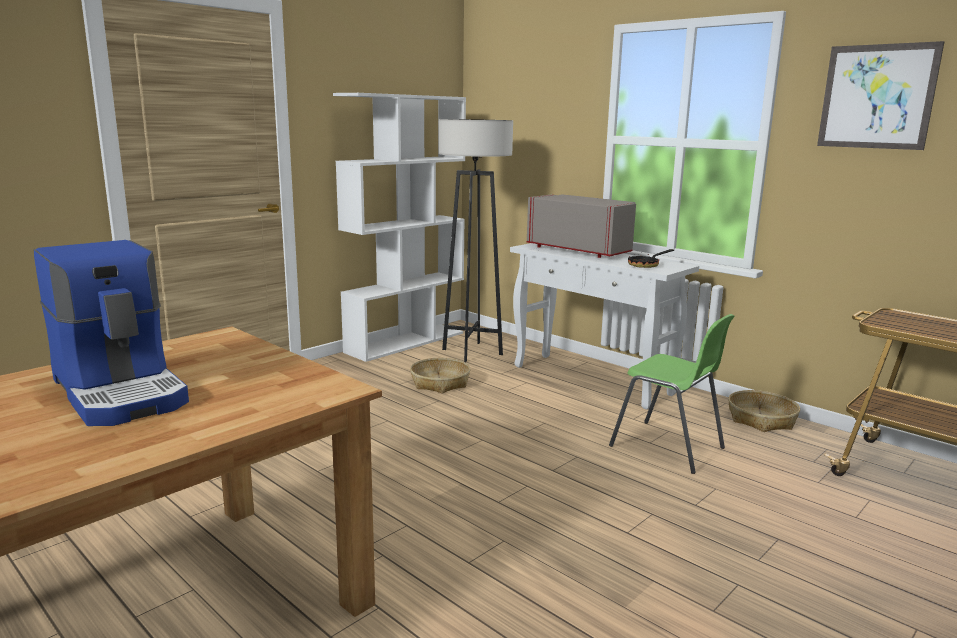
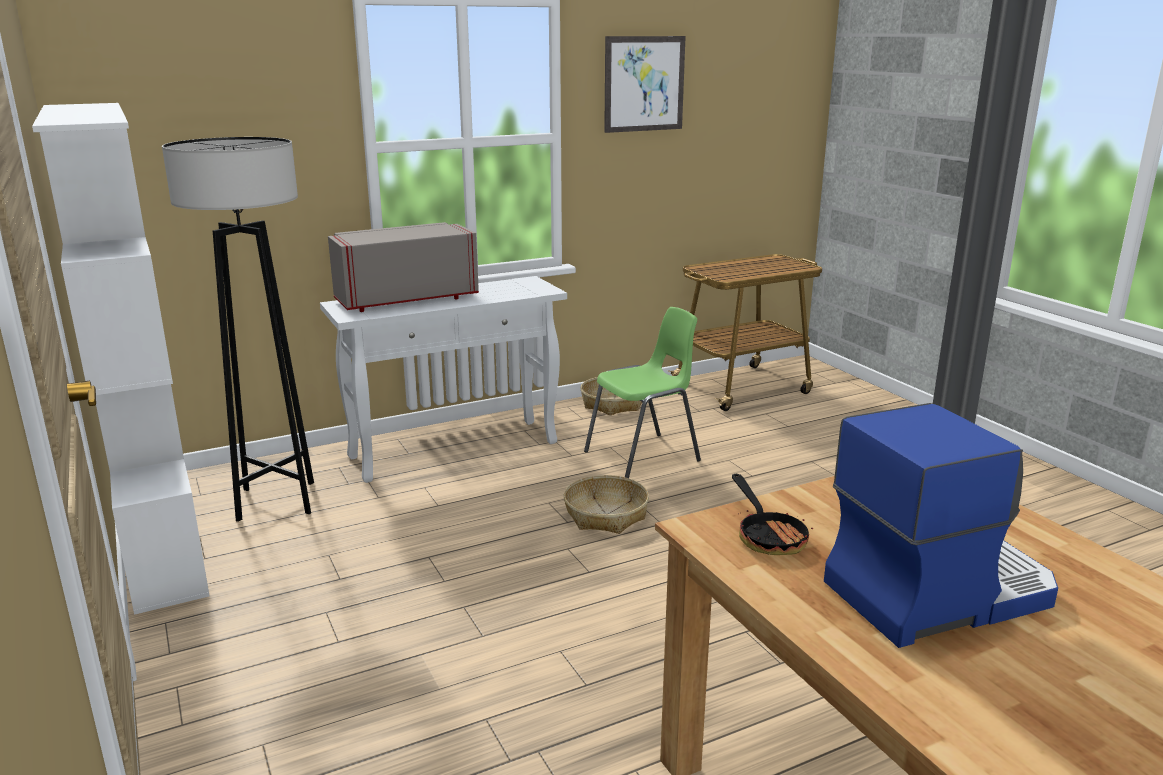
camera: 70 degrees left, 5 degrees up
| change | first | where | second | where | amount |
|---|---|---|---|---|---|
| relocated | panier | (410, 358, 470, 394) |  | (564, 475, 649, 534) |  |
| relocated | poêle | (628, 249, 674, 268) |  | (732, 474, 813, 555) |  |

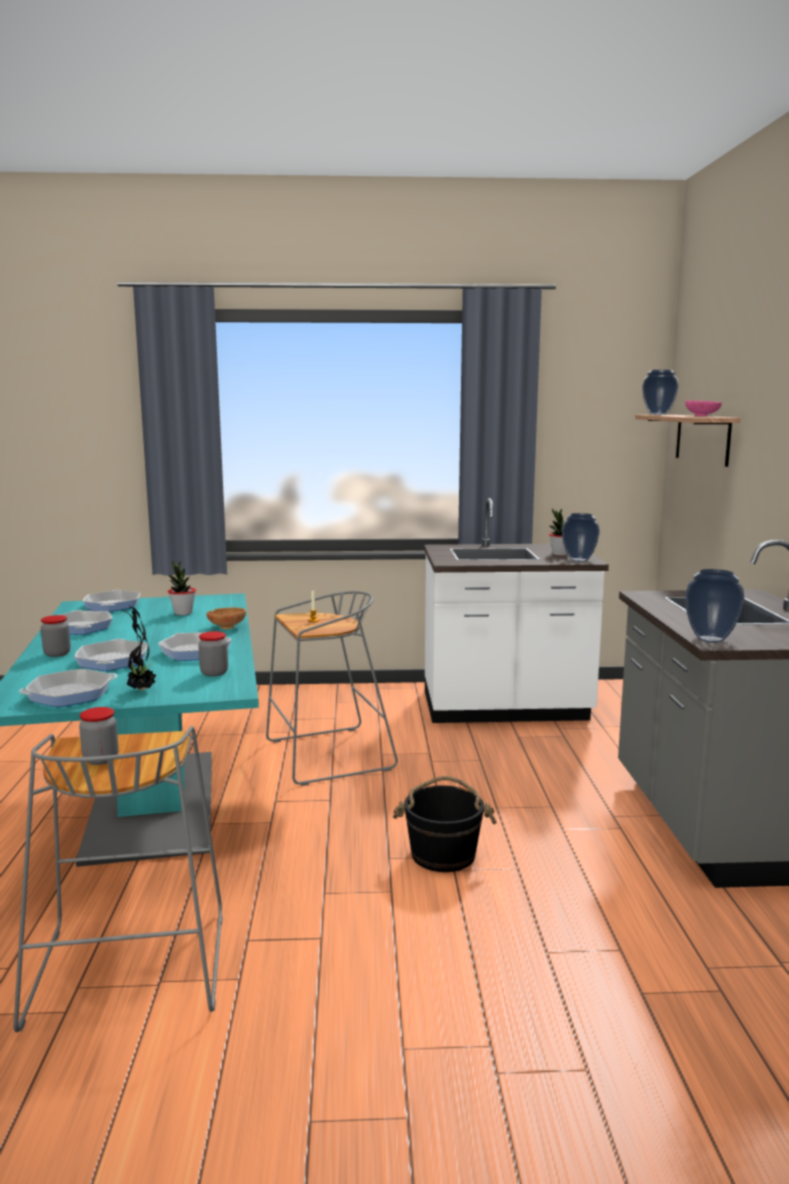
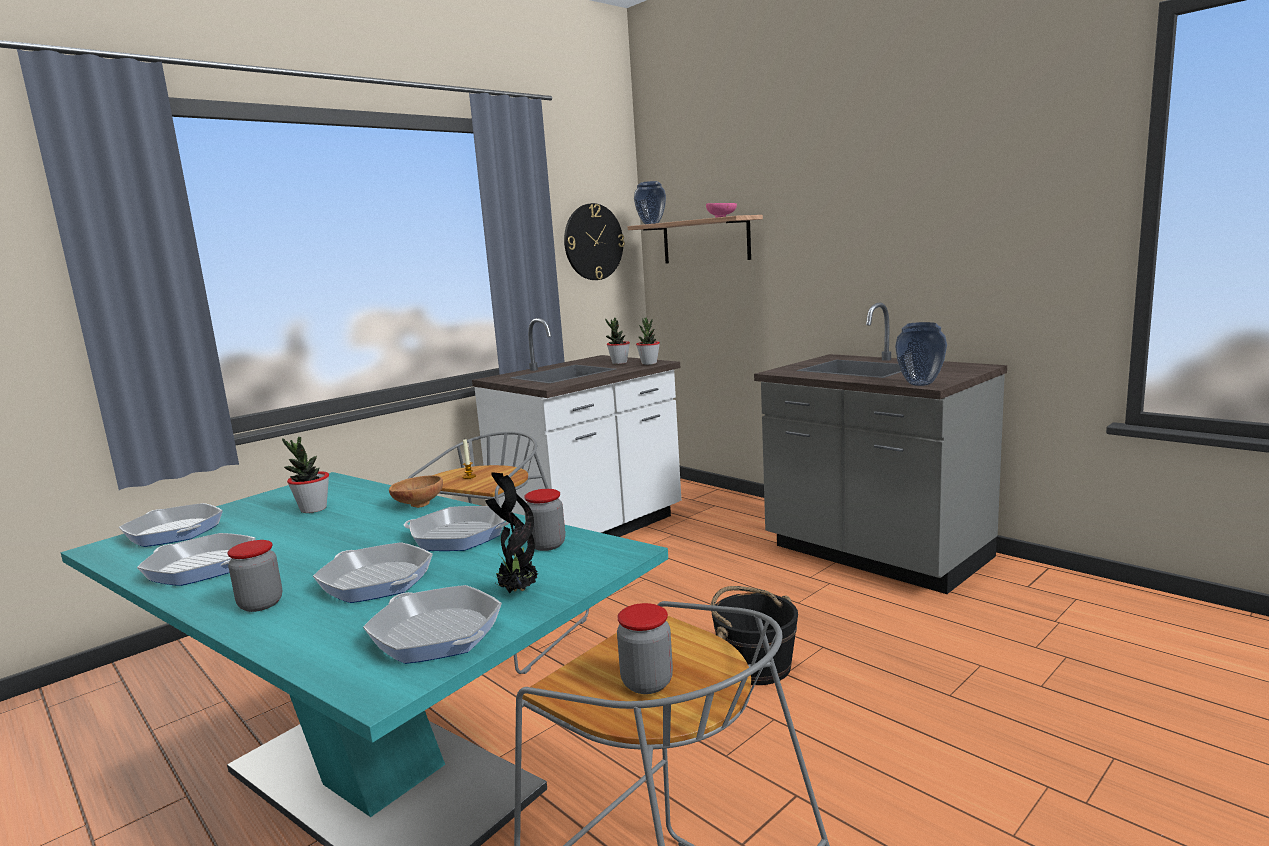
camera: 40 degrees left, 0 degrees up
| change | first | where | second | where | amount |
|---|---|---|---|---|---|
| appeared |  |  | horloge murale | (564, 203, 625, 280) |  |
| exchanged | vase | (562, 513, 600, 562) | plante en pot | (636, 317, 660, 365) |  |
| spun | poêle | (19, 669, 117, 707) |  | (363, 585, 502, 664) | 60 degrees counterclockwise |

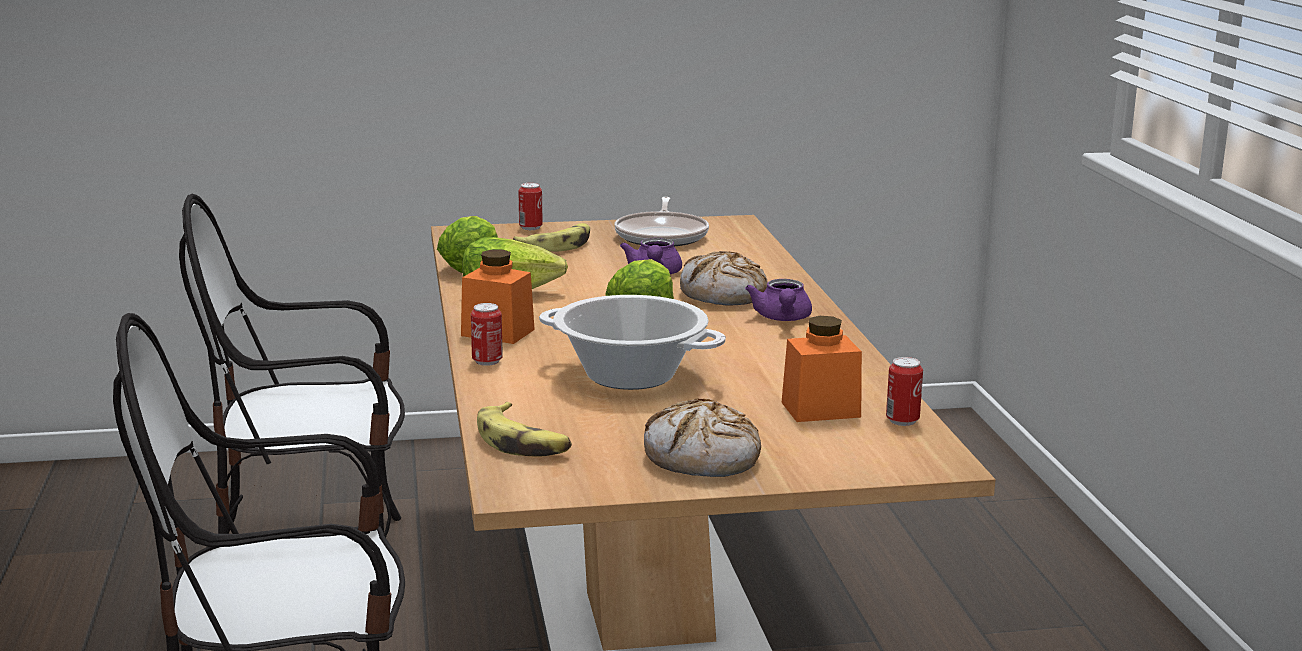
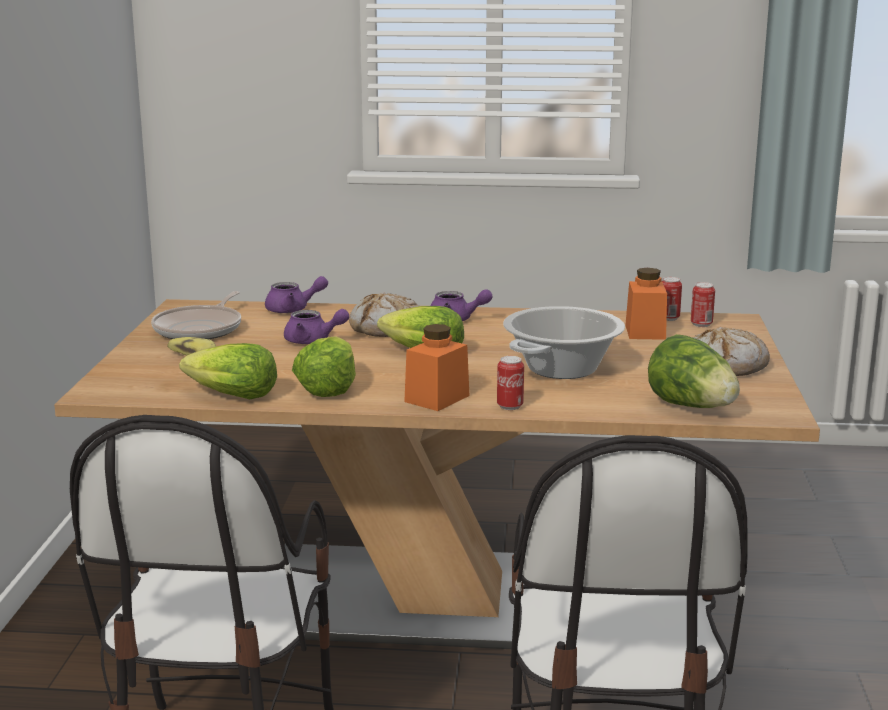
camera: 75 degrees left, 0 degrees up
| change | first | where | second | where | amount |
|---|---|---|---|---|---|
| appeared |  |  | théière [violet] | (265, 276, 328, 313) |  |
| relocated | boîte métallique | (519, 183, 543, 230) |  | (691, 282, 715, 327) |  |
| exchanged | banane | (477, 402, 572, 457) | laitue | (648, 334, 740, 408) |  |
| spun | poêle | (615, 197, 709, 247) |  | (151, 291, 241, 339) | 90 degrees clockwise |

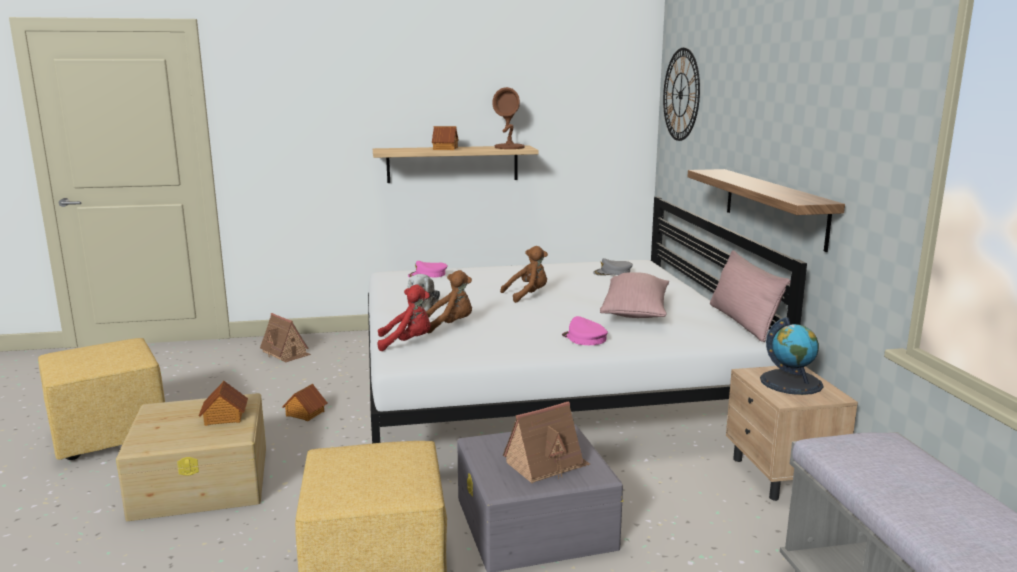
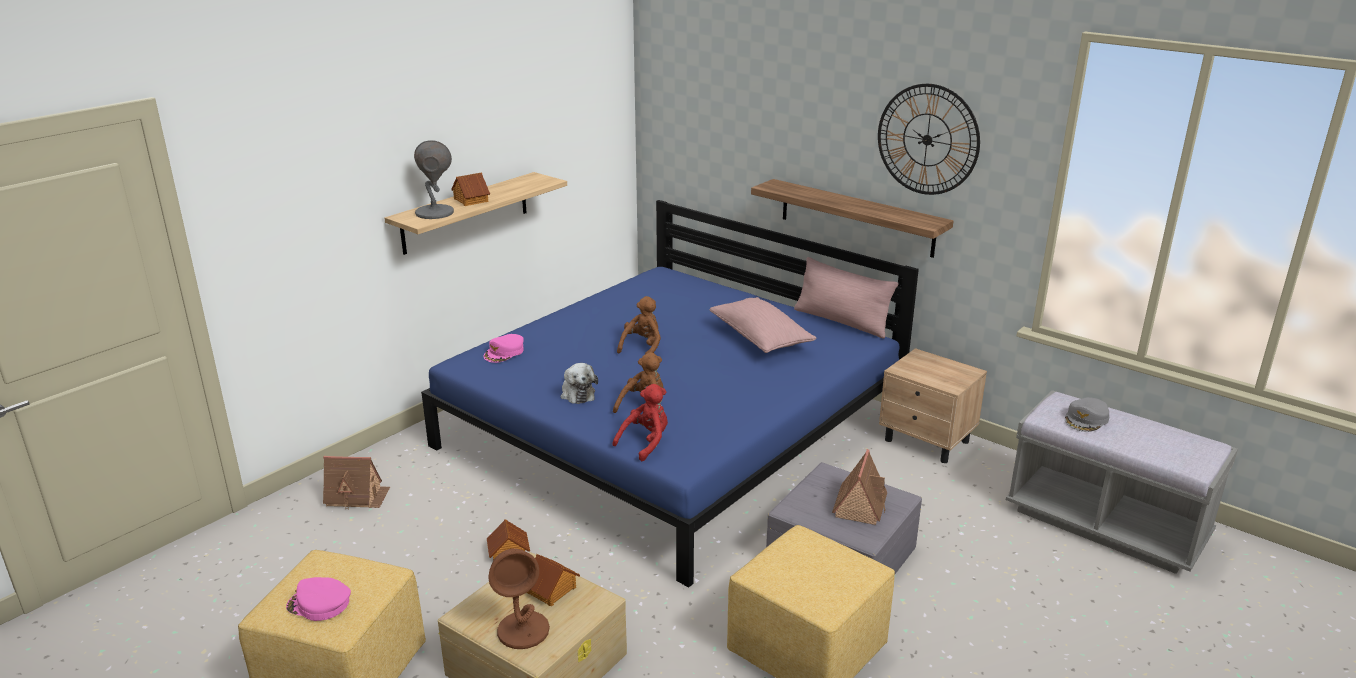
camera: 40 degrees left, 10 degrees up
| change | first | where | second | where | amount |
|---|---|---|---|---|---|
| missing | globe | (760, 317, 823, 395) |  |  |  |
| appeared |  |  | lampe de table [gris] | (414, 140, 454, 219) |  |
| relocated | lampe de table [marron] | (492, 87, 525, 149) |  | (488, 549, 550, 649) |  |
| relocated | casquette [rose] | (562, 316, 608, 345) |  | (286, 577, 351, 621) |  |
| relocated | casquette [gris] | (593, 258, 633, 276) |  | (1065, 397, 1110, 432) |  |
| relocated | horloge murale | (663, 48, 700, 141) |  | (878, 84, 980, 195) |  |
| colour | lit [blanc] | (368, 196, 807, 443) | lit [bleu] | (421, 200, 919, 587) |  |

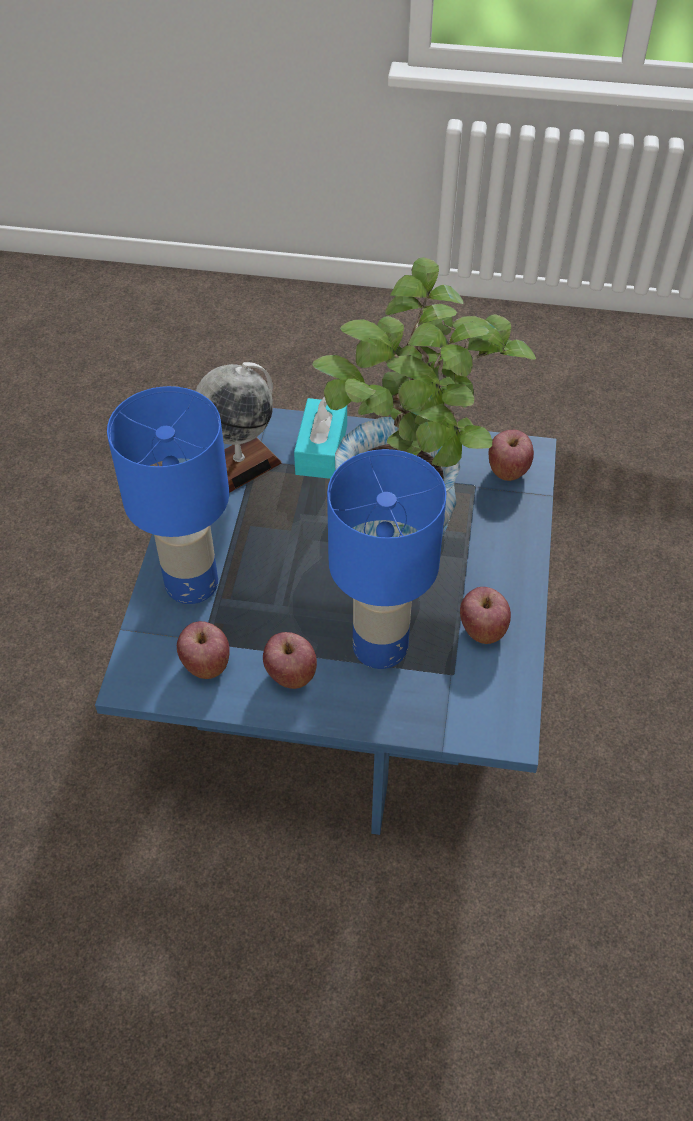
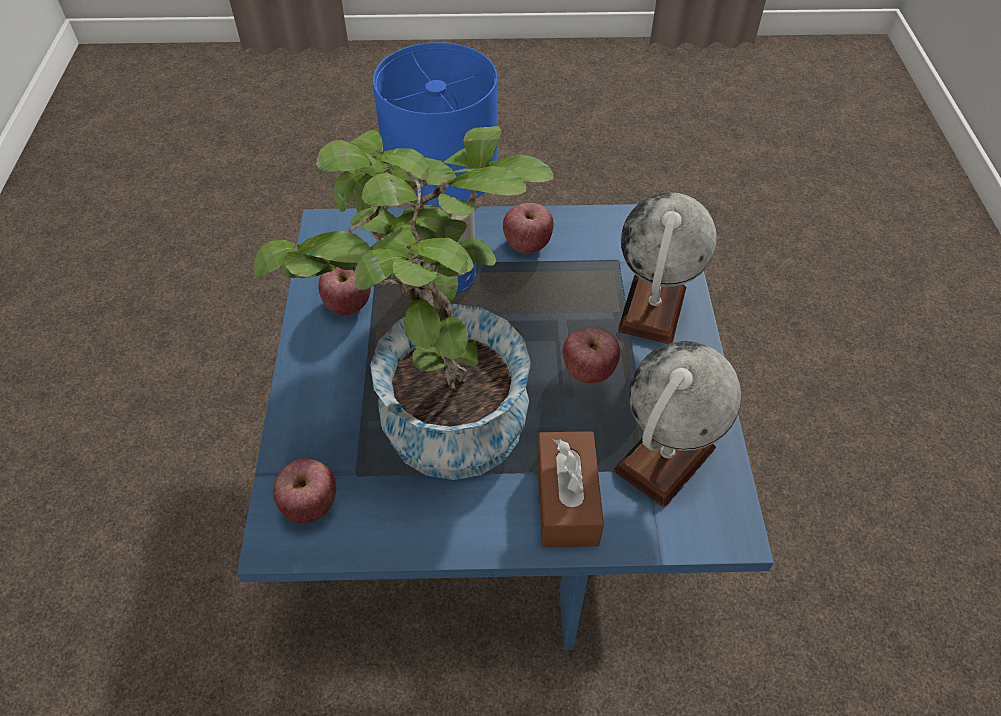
camera: 170 degrees right, 0 degrees up
| change | first | where | second | where | amount |
|---|---|---|---|---|---|
| relocated | pomme | (177, 621, 230, 679) |  | (563, 327, 620, 383) |  |
| exchanged | lampe de table [bleu] | (107, 386, 229, 604) | globe | (618, 192, 717, 344) |  |
| colour | boîte à mouchoirs [turquoise] | (294, 397, 347, 479) | boîte à mouchoirs [marron] | (537, 431, 604, 548) |  |

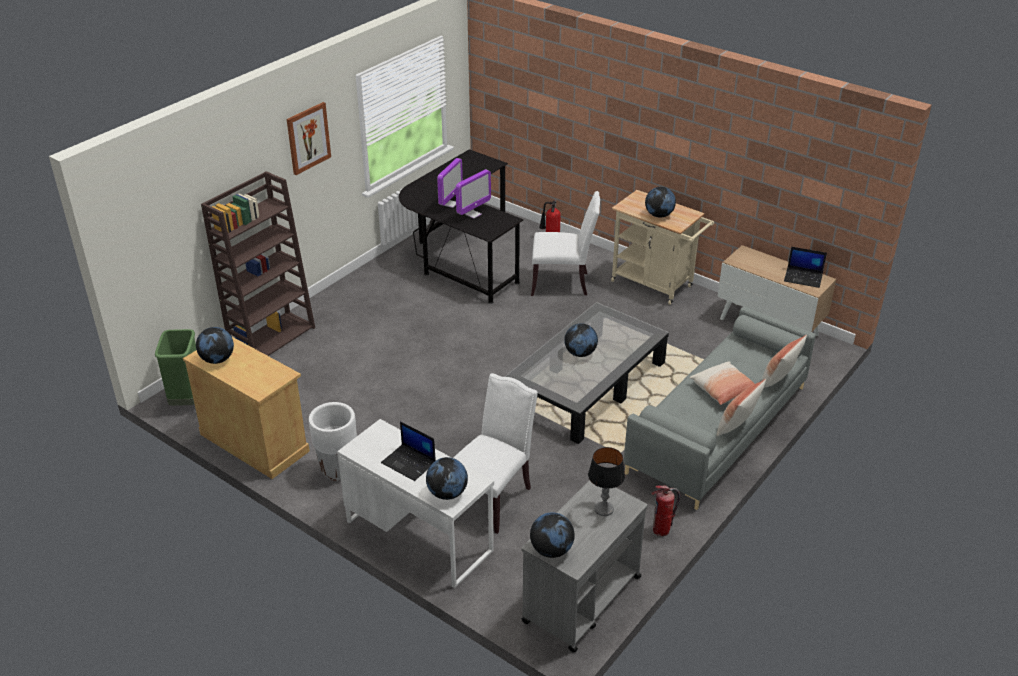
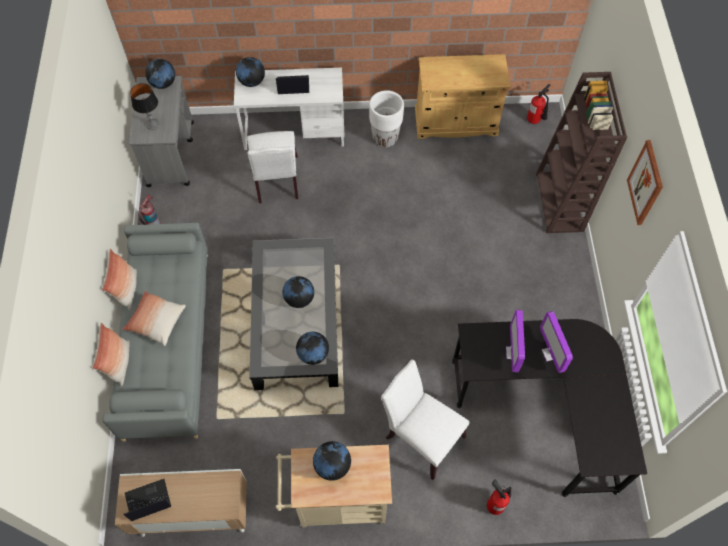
camera: 140 degrees right, 25 degrees up
| change | first | where | second | where | amount |
|---|---|---|---|---|---|
| relocated | globe | (196, 327, 234, 364) |  | (296, 332, 329, 365) |  |
| exchanged | poubelle [vert] | (155, 329, 196, 406) | extincteur | (527, 84, 550, 124) |  |
| spun | chaise [blanc] | (531, 191, 600, 296) |  | (381, 360, 469, 480) | 75 degrees clockwise |

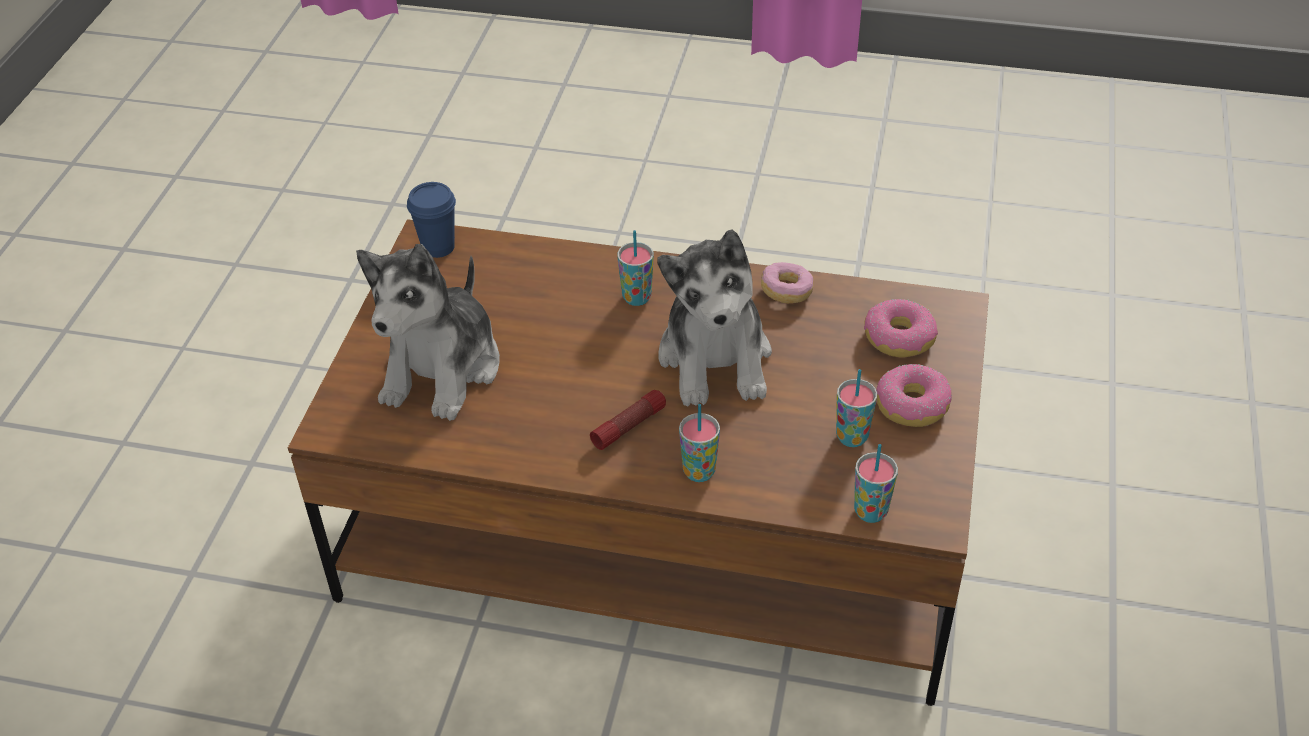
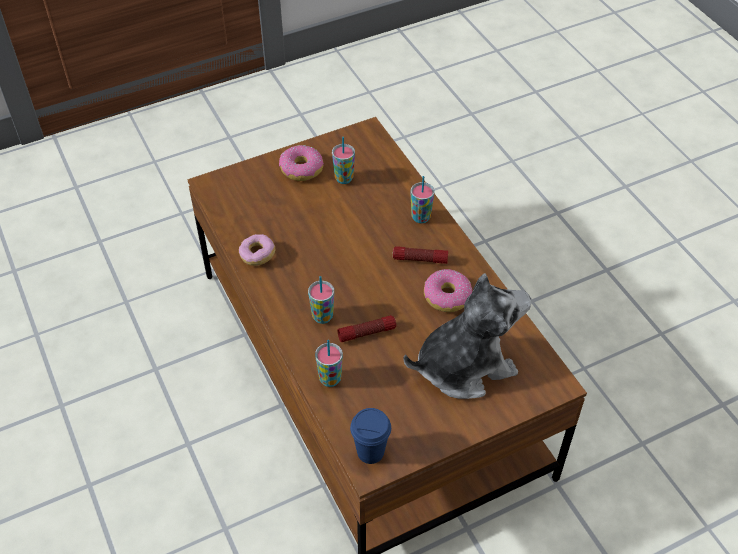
camera: 130 degrees left, 5 degrees up
| change | first | where | second | where | amount |
|---|---|---|---|---|---|
| missing | peluche | (657, 229, 772, 406) |  |  |  |
| appeared |  |  | lampe de poche | (337, 315, 396, 342) |  |
| relocated | tasse | (854, 444, 898, 523) |  | (315, 340, 343, 387) |  |
| relocated | beignet | (864, 299, 938, 357) |  | (424, 269, 472, 312) |  |

